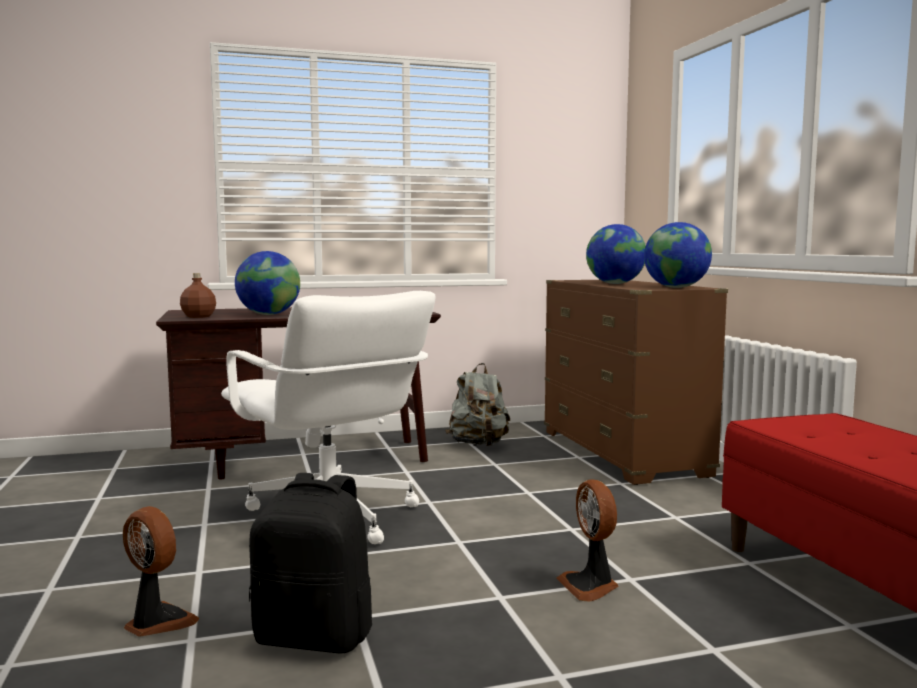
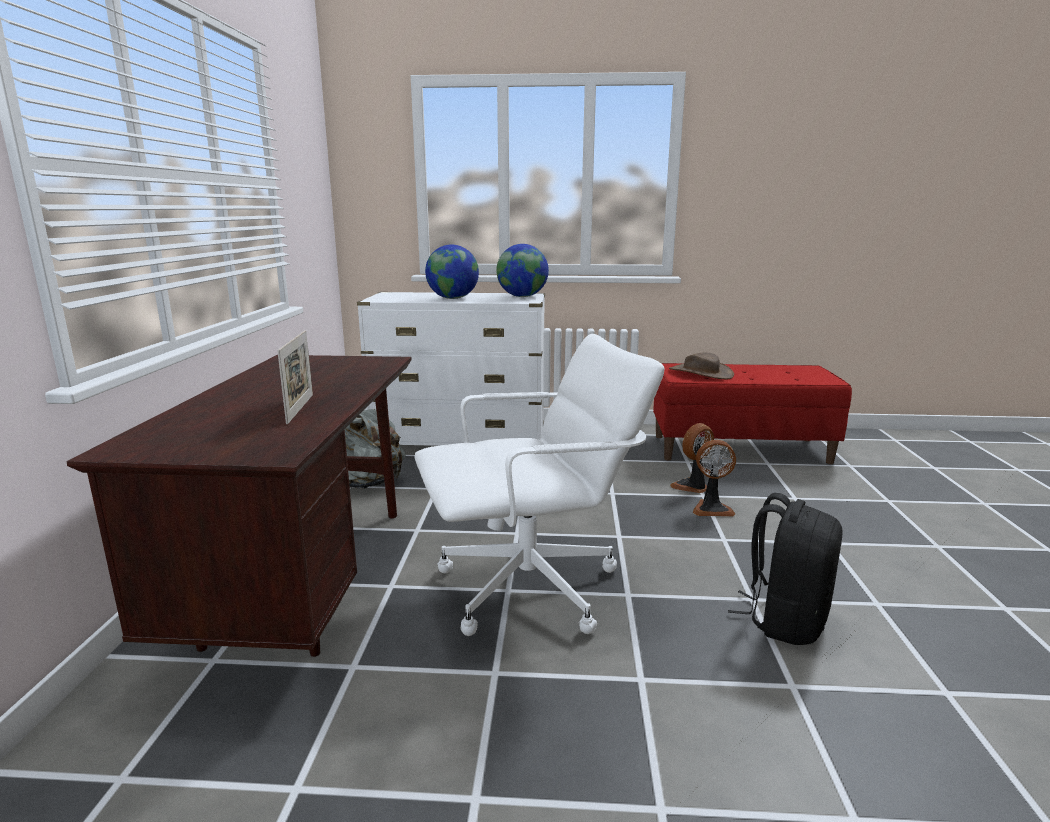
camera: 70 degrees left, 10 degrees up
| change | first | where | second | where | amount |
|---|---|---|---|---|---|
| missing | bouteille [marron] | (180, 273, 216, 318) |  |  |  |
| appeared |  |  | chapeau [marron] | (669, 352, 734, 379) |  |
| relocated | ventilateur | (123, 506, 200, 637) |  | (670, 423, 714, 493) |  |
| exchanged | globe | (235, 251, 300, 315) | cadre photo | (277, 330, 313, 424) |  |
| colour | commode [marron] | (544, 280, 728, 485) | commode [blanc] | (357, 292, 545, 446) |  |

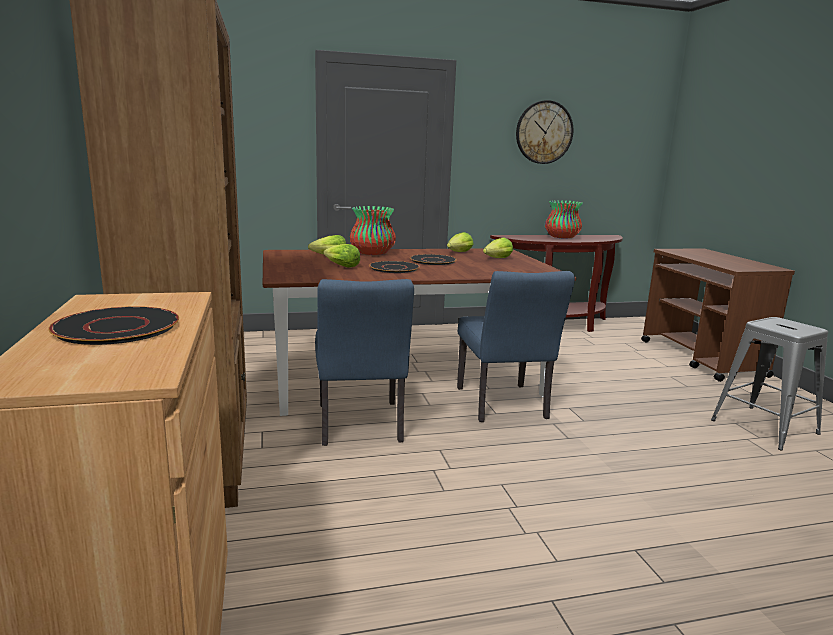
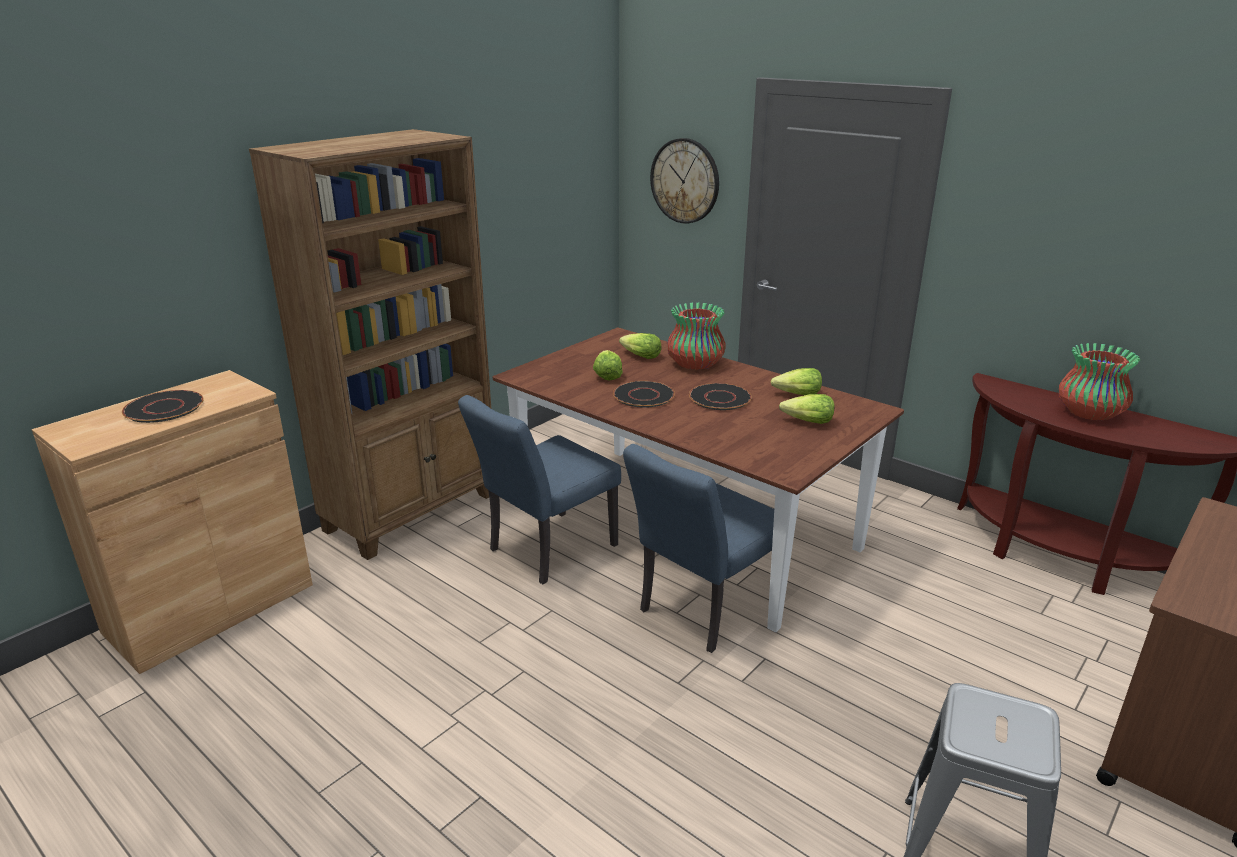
camera: 55 degrees right, 10 degrees up
| change | first | where | second | where | amount |
|---|---|---|---|---|---|
| relocated | horloge murale | (516, 100, 573, 164) |  | (650, 138, 719, 224) |  |

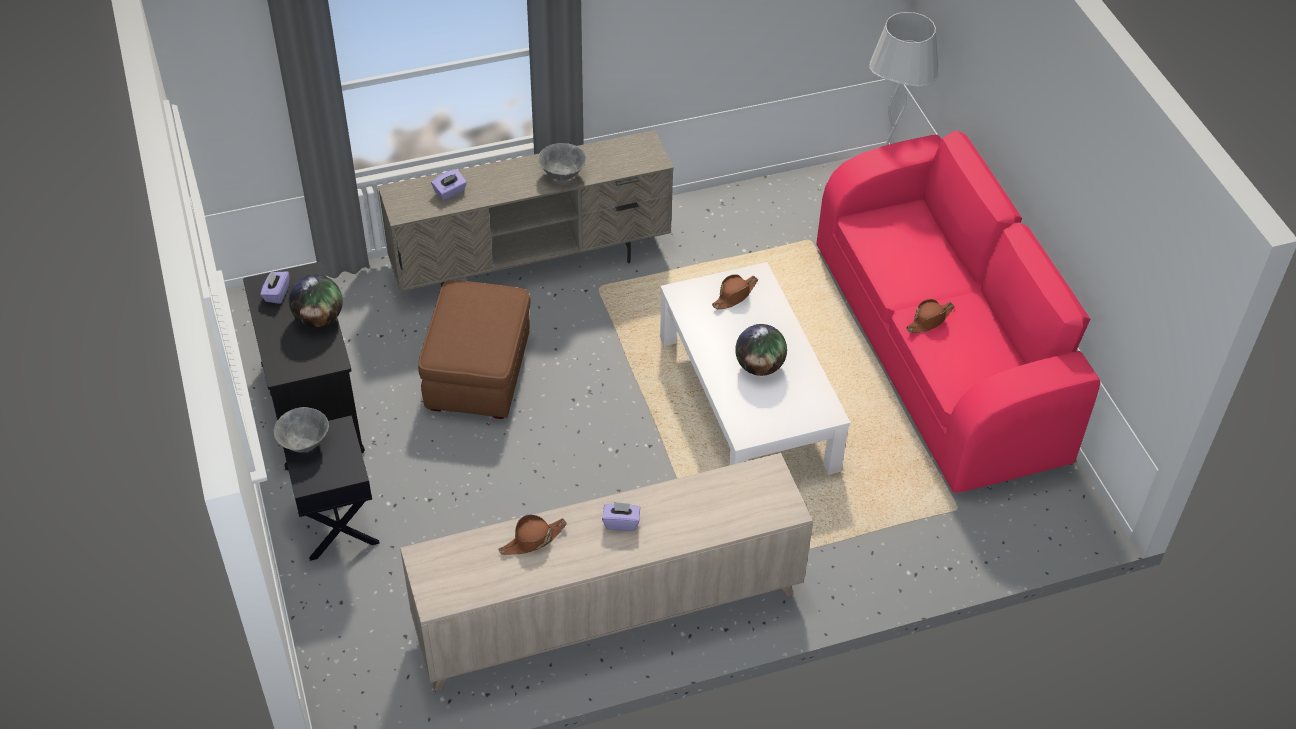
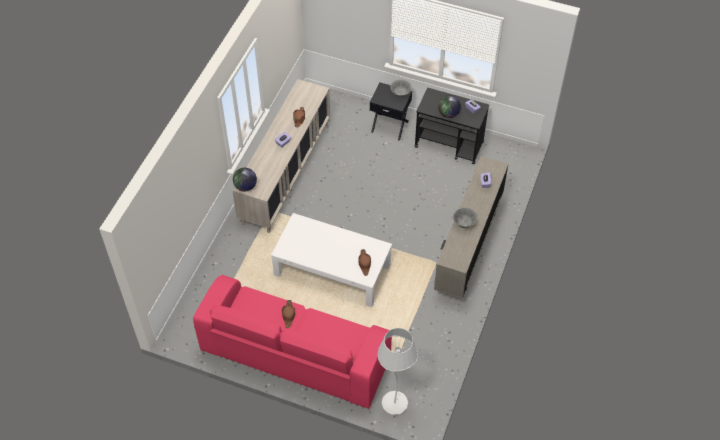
camera: 130 degrees right, 5 degrees up
| change | first | where | second | where | amount |
|---|---|---|---|---|---|
| missing | pouf [marron] | (418, 280, 531, 419) |  |  |  |
| relocated | globe | (735, 324, 787, 376) |  | (233, 168, 257, 191) |  |

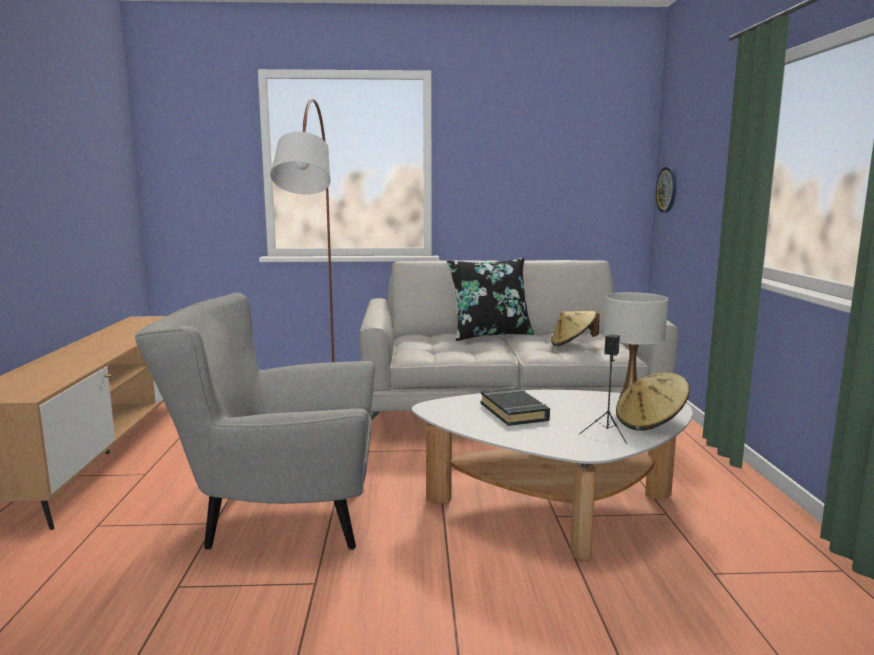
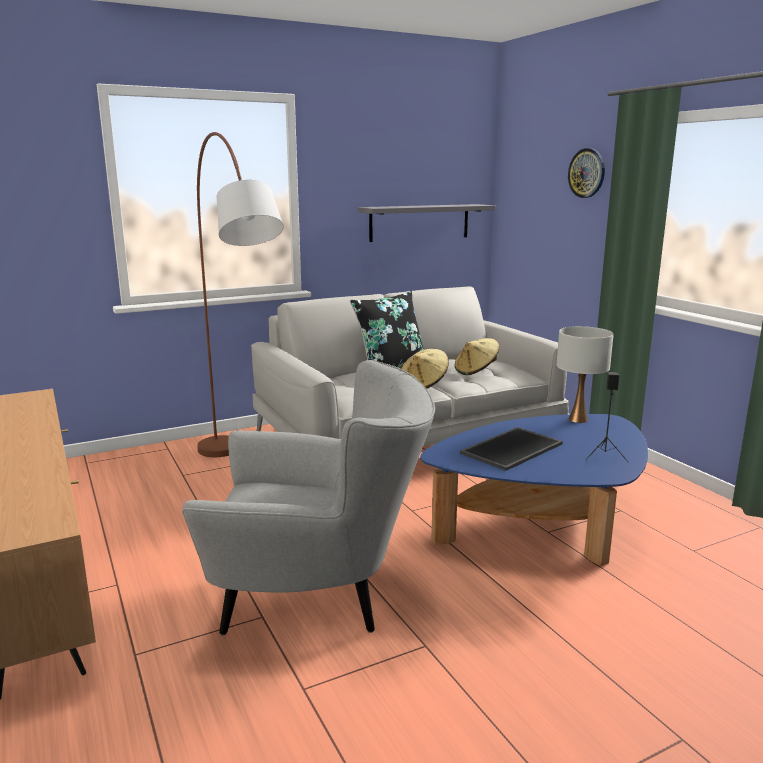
camera: 25 degrees left, 5 degrees up
| change | first | where | second | where | amount |
|---|---|---|---|---|---|
| appeared |  |  | étagère [gris] | (358, 204, 495, 242) |  |
| relocated | chapeau [beige] | (616, 372, 690, 431) |  | (401, 349, 449, 389) |  |
| relocated | horloge murale | (656, 167, 677, 213) |  | (568, 148, 605, 198) |  |
| exchanged | livre [noir] | (481, 388, 550, 426) | plateau | (460, 427, 563, 471) |  |
| colour | table basse [blanc] | (412, 390, 693, 561) | table basse [bleu] | (420, 414, 648, 566) |  |
| spun | fauteuil [gris] | (135, 292, 375, 550) |  | (182, 360, 435, 636) | 150 degrees counterclockwise |

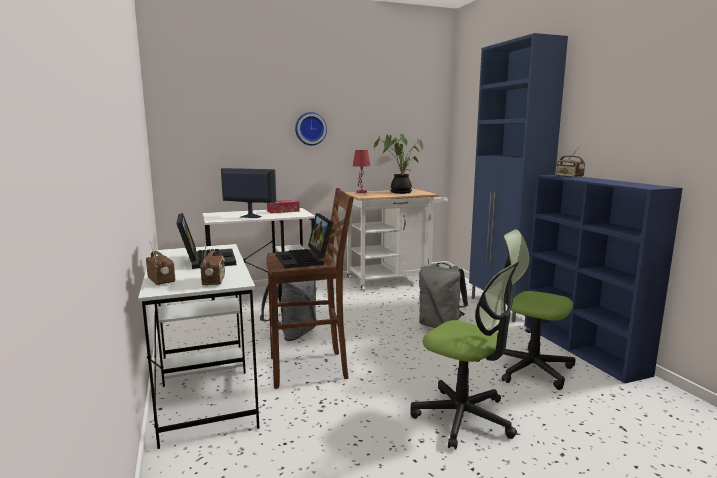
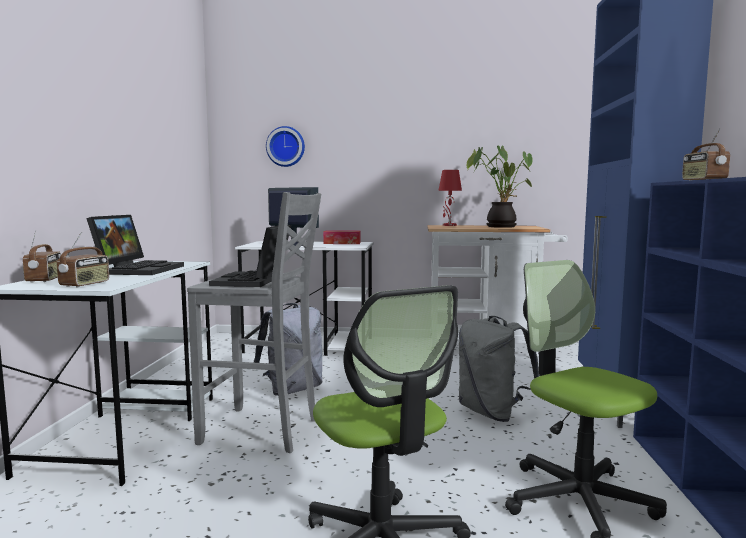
camera: 25 degrees right, 5 degrees down
| change | first | where | second | where | amount |
|---|---|---|---|---|---|
| relocated | horloge murale | (295, 112, 327, 146) |  | (266, 126, 305, 167) |  |
| colour | tabouret [marron] | (266, 188, 354, 389) | tabouret [gris] | (187, 192, 321, 453) |  |

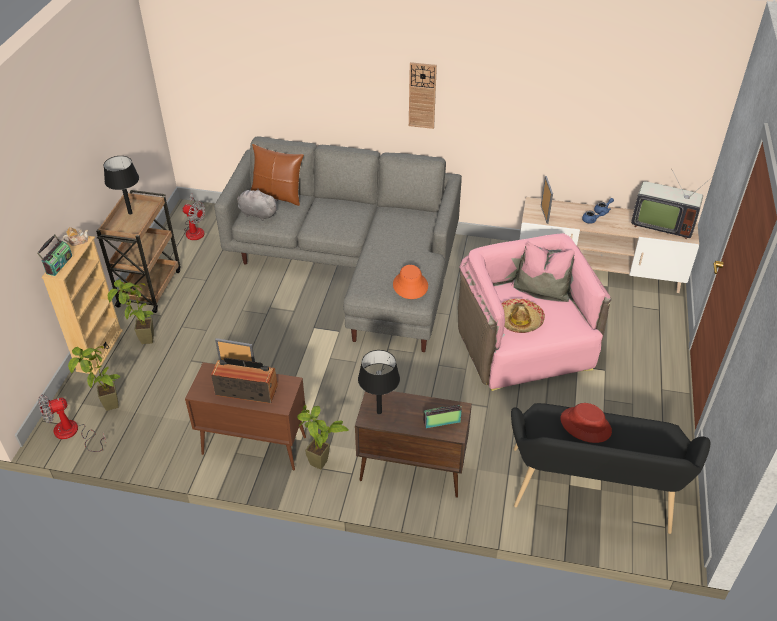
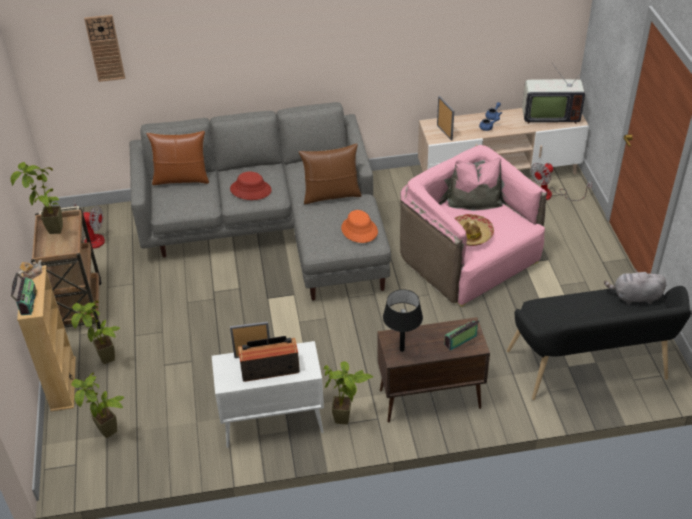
camera: 20 degrees left, 0 degrees up
| change | first | where | second | where | amount |
|---|---|---|---|---|---|
| appeared |  |  | coussin [marron] | (298, 143, 362, 204) |  |
| relocated | ventilateur | (38, 394, 106, 452) |  | (530, 163, 592, 201) |  |
| relocated | peluche [gris] | (237, 188, 278, 221) |  | (604, 269, 666, 305) |  |
| relocated | horloge murale | (409, 62, 437, 129) |  | (84, 15, 125, 82) |  |
| relocated | chapeau [rouge] | (561, 403, 612, 443) |  | (230, 172, 272, 200) |  |
| exchanged | lampe de table [noir] | (104, 156, 139, 215) | plante en pot | (11, 162, 63, 234) |  |
| colour | meuble de rangement [marron] | (185, 362, 306, 470) | meuble de rangement [blanc] | (212, 341, 324, 448) |  |

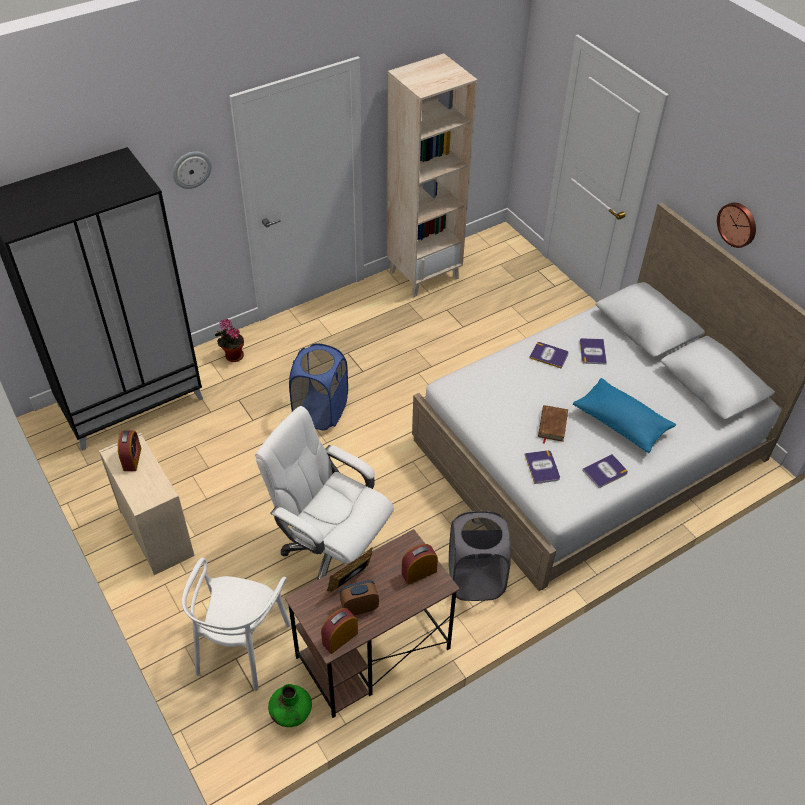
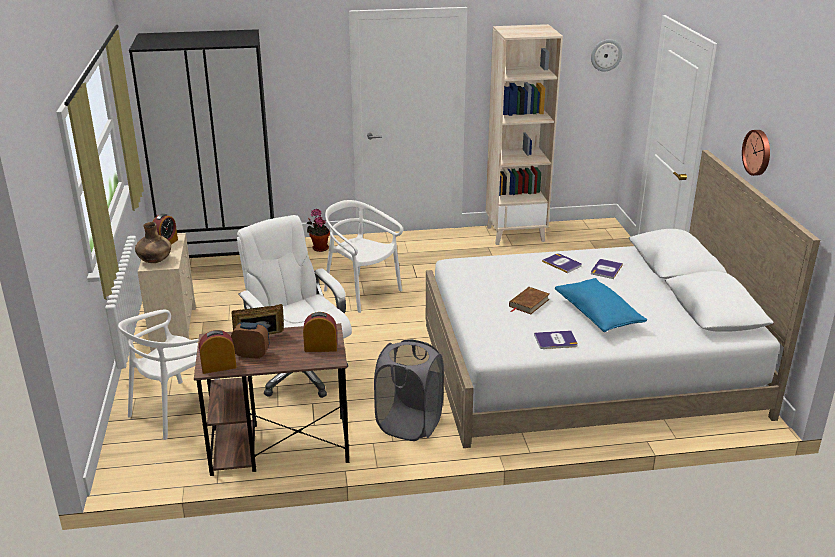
camera: 25 degrees right, 20 degrees down
| change | first | where | second | where | amount |
|---|---|---|---|---|---|
| missing | vase [vert] | (268, 684, 312, 727) |  |  |  |
| missing | livre | (525, 450, 560, 484) |  |  |  |
| appeared |  |  | vase [marron] | (135, 222, 171, 263) |  |
| relocated | horloge murale | (172, 151, 212, 189) |  | (591, 39, 622, 72) |  |
| exchanged | panier à linge [bleu] | (289, 343, 348, 430) | chaise [blanc] | (324, 200, 403, 313) |  |

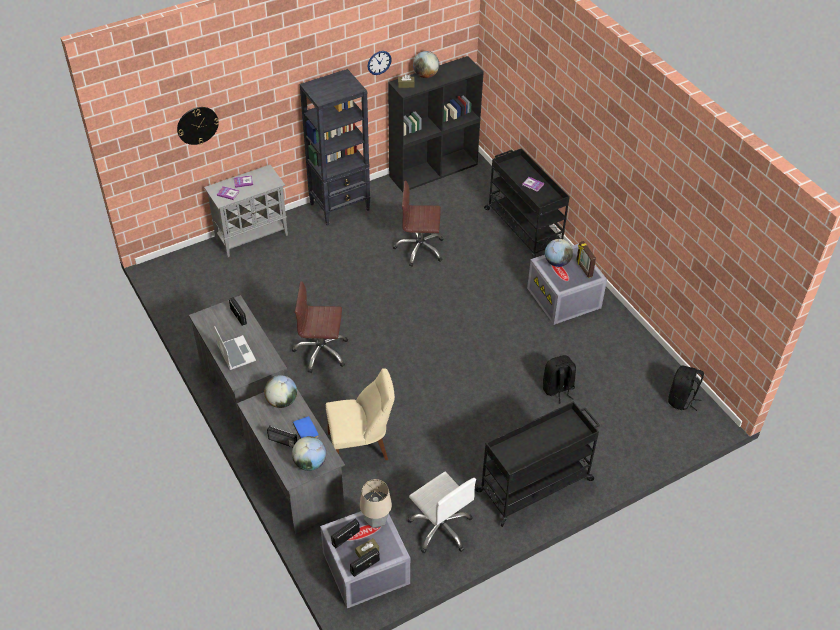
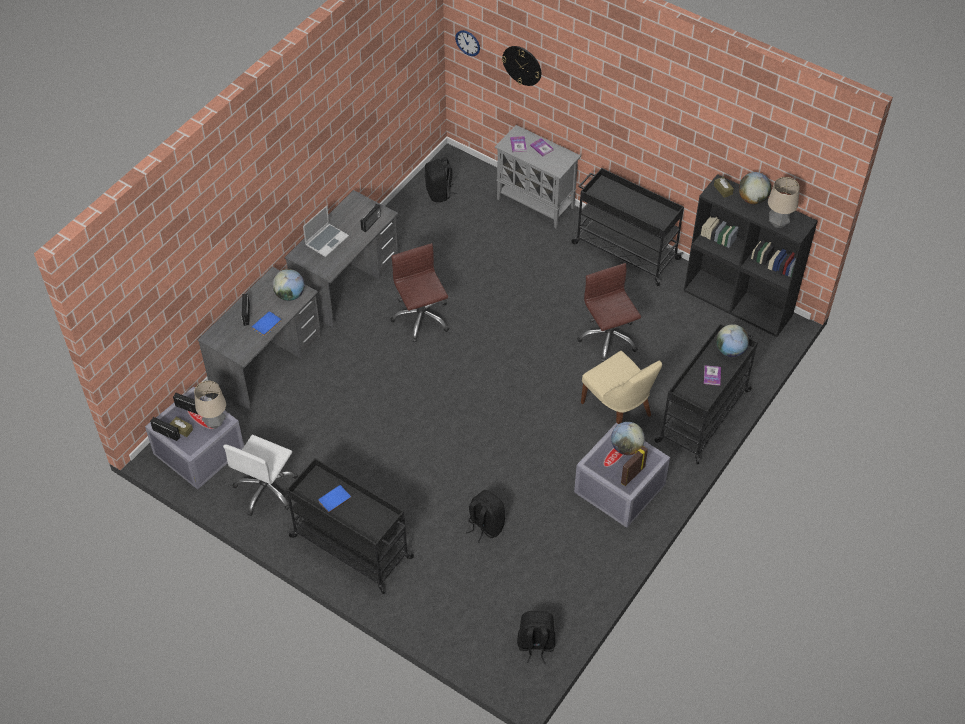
camera: 65 degrees right, 5 degrees up
| change | first | where | second | where | amount |
|---|---|---|---|---|---|
| appeared |  |  | livre [bleu] | (318, 485, 351, 513) |  |
| appeared |  |  | sac à dos [noir] | (425, 157, 457, 202) |  |
| appeared |  |  | lampe de table | (768, 177, 800, 228) |  |
| relocated | globe | (292, 436, 326, 471) |  | (716, 324, 749, 357) |  |
| relocated | chaise [beige] | (326, 368, 395, 460) |  | (581, 351, 662, 424) |  |
| relocated | horloge murale | (367, 51, 392, 75) |  | (455, 30, 480, 56) |  |
| exchanged | bibliothèque [noir] | (300, 69, 370, 226) | chariot [noir] | (572, 168, 684, 286) |  |

